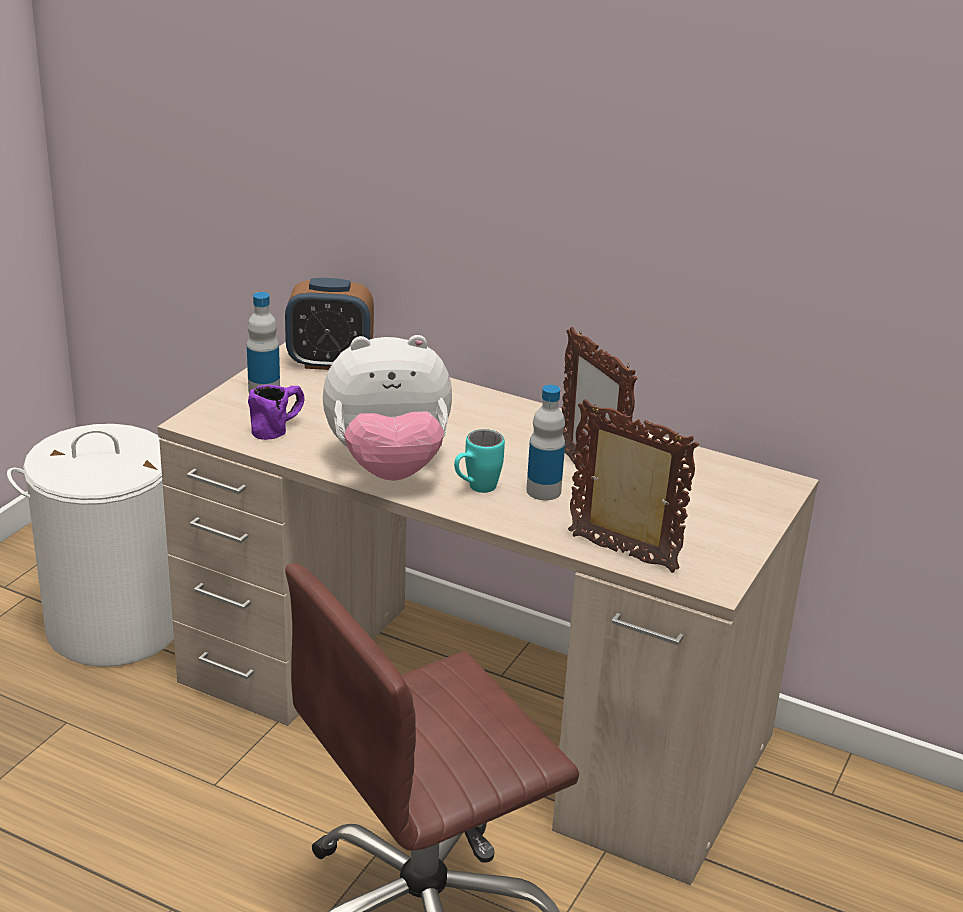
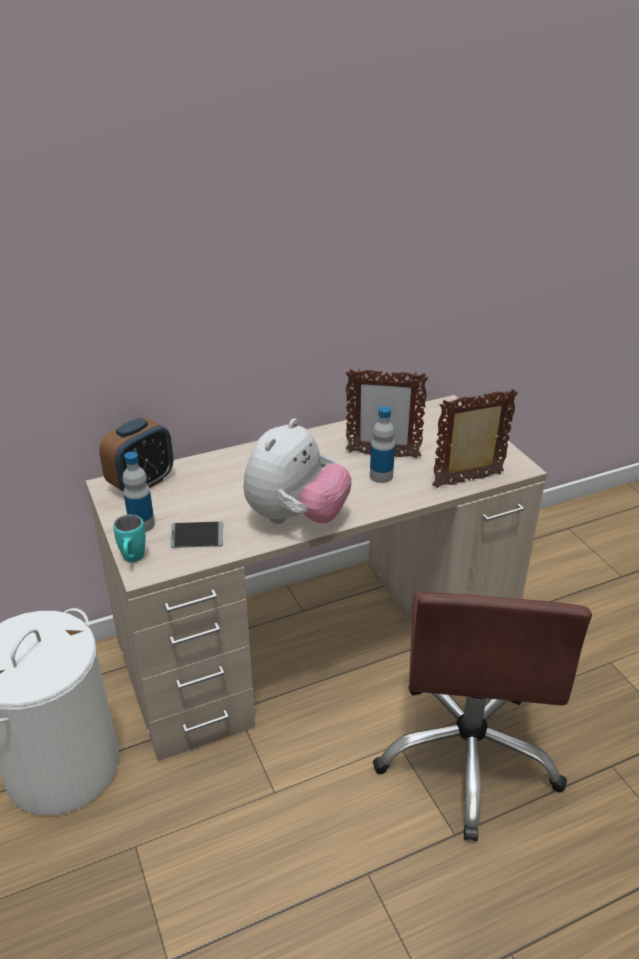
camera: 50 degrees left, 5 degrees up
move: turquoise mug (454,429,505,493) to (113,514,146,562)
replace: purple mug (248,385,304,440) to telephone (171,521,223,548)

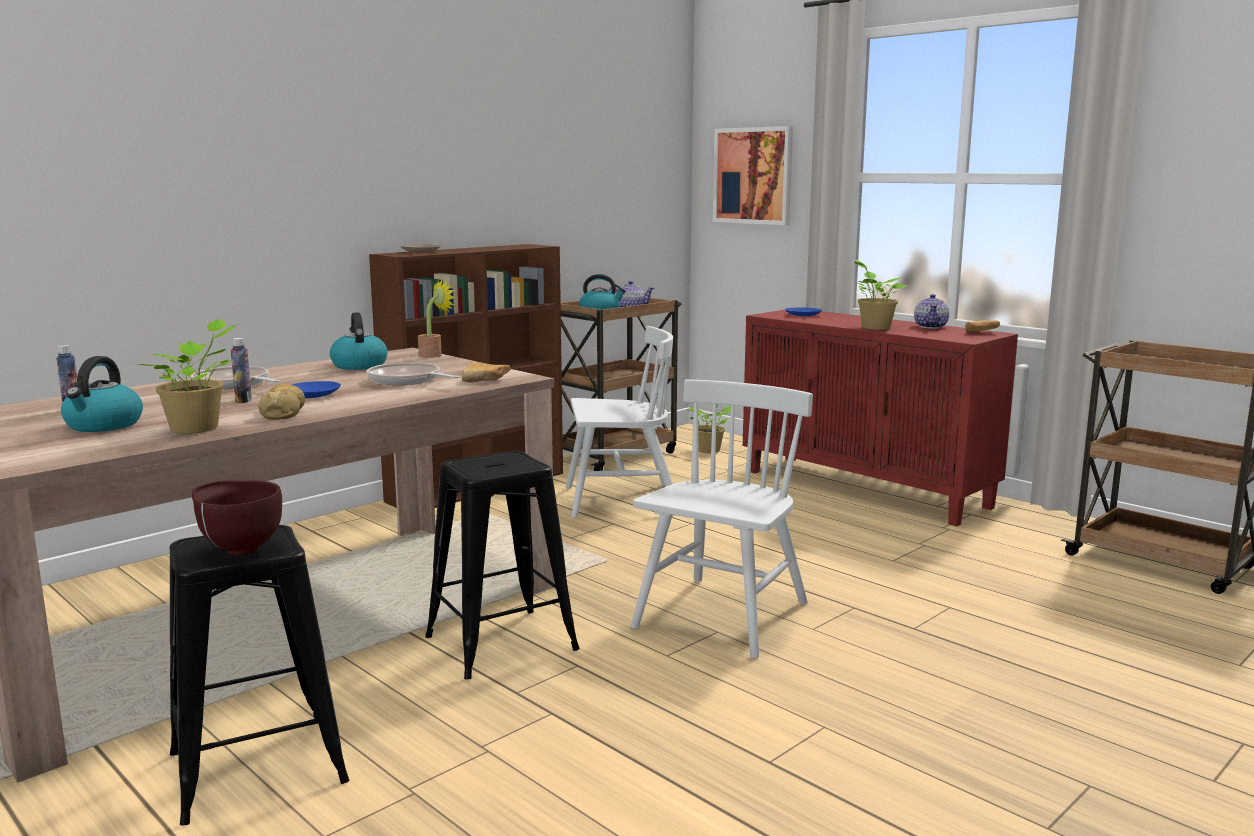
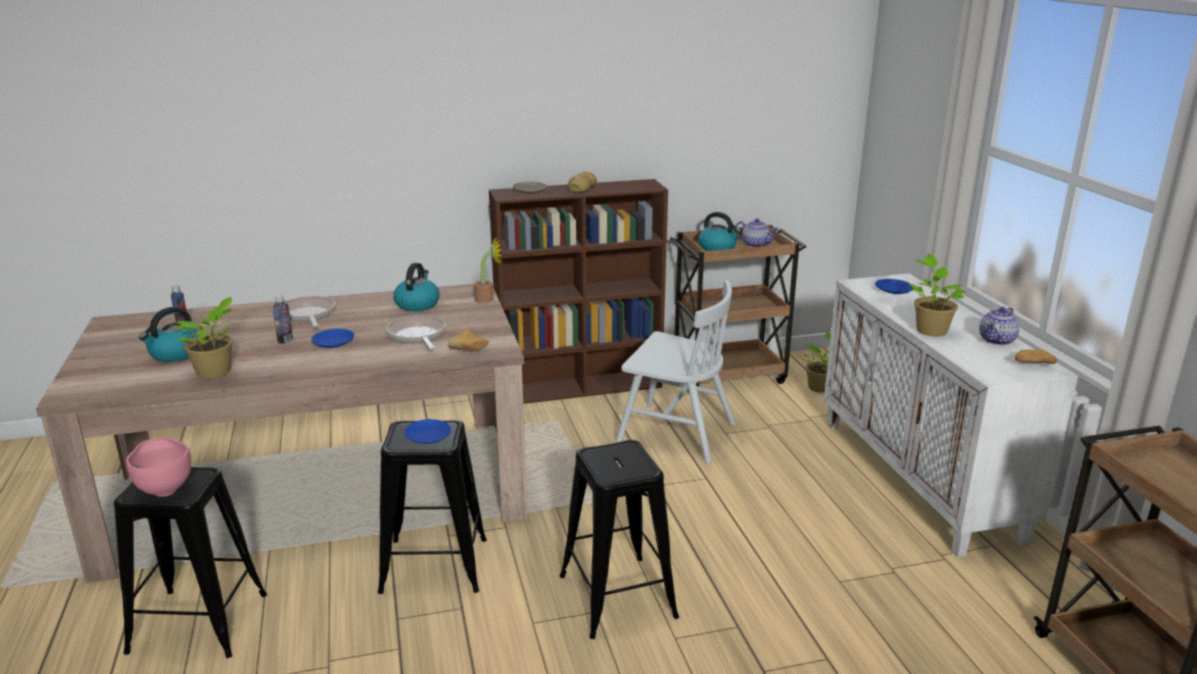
camera: 30 degrees right, 10 degrees up
delete: wall art (713,126,793,225)
insert: blue flat dish (404,419,451,444)
move: bakery bread (259,384,305,420) to (568,172,597,193)
replace: white chair (631,379,813,659) to black-coloured stool (560,440,679,639)
recolor: brownish bowl (192,480,282,556) to pinkish bowl (126,437,191,497); red storage cabinet (743,310,1018,527) to white storage cabinet (824,273,1078,558)

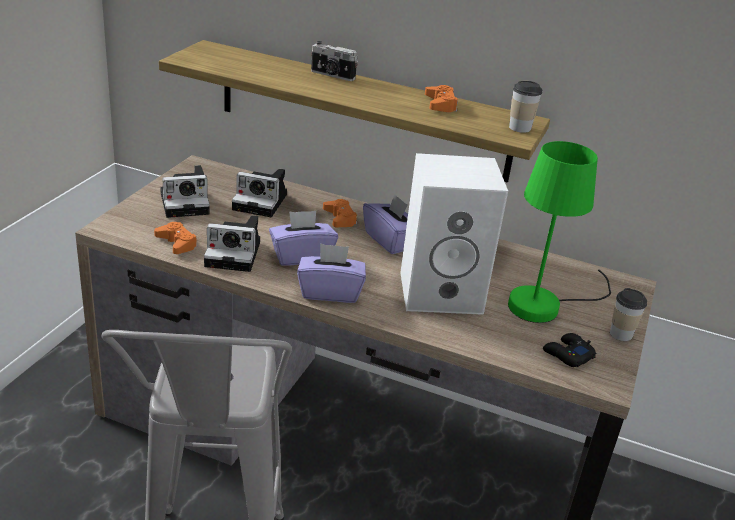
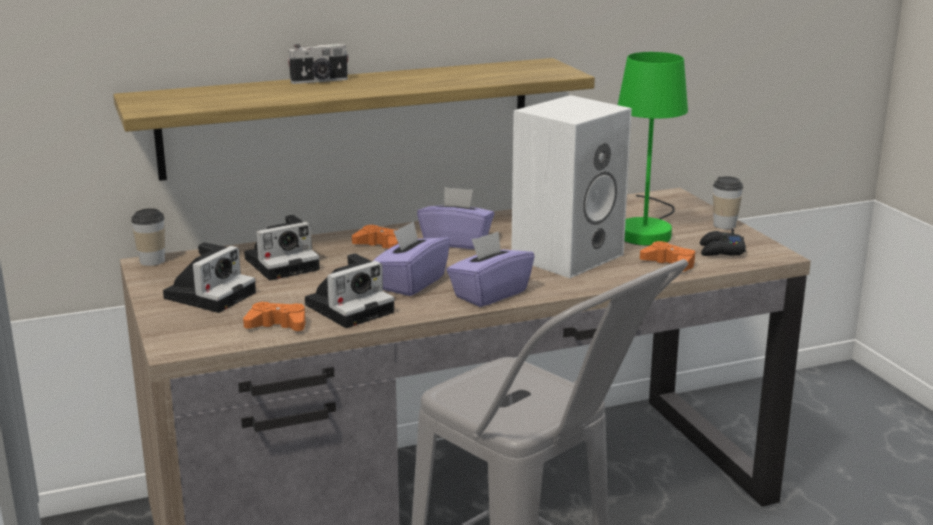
camera: 40 degrees left, 10 degrees down
move: orange-coloured gamepad (425,85,458,112) to (640,241,695,272); drinking cup (509,81,542,133) to (131,208,165,266)

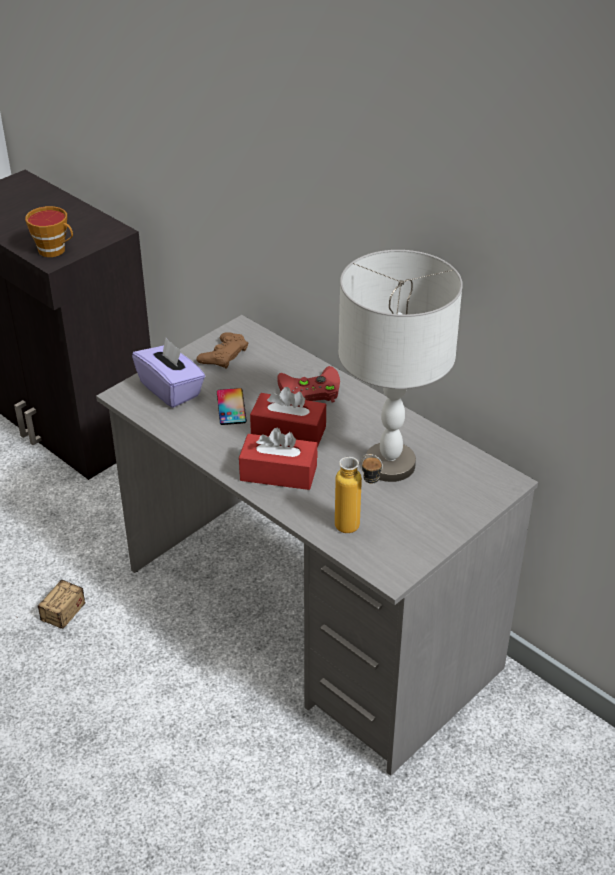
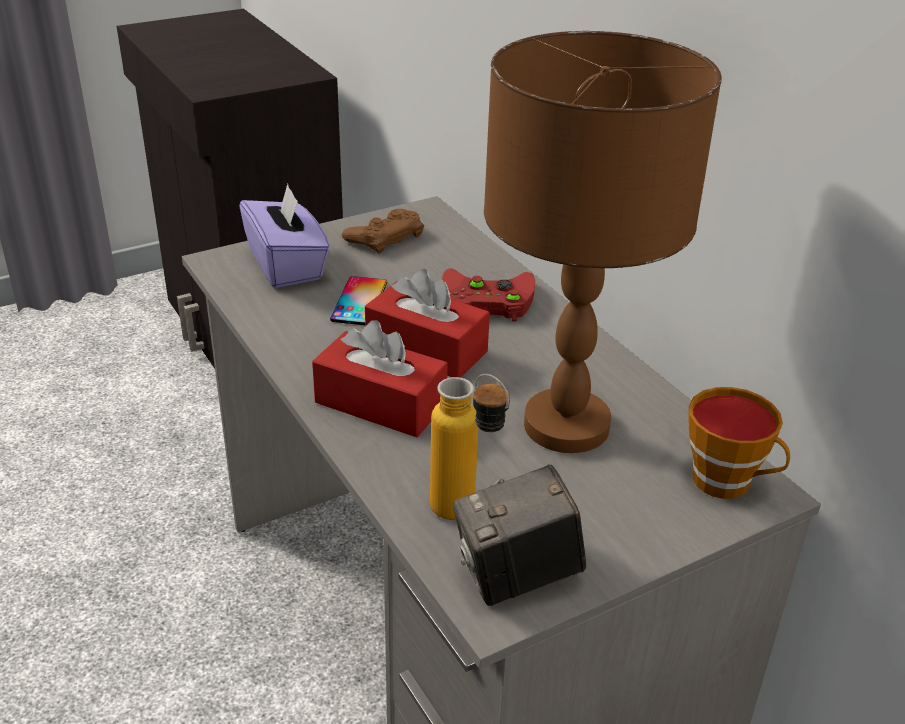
camera: 15 degrees right, 5 degrees down
delete: storage bin (16,579,85,629)
insert: still camera (453,465,586,606)
move: drinking cup (25,206,73,257) to (689,387,790,499)
recolor: greyish table lamp (338,250,463,482) to brownish table lamp (484,31,722,453)

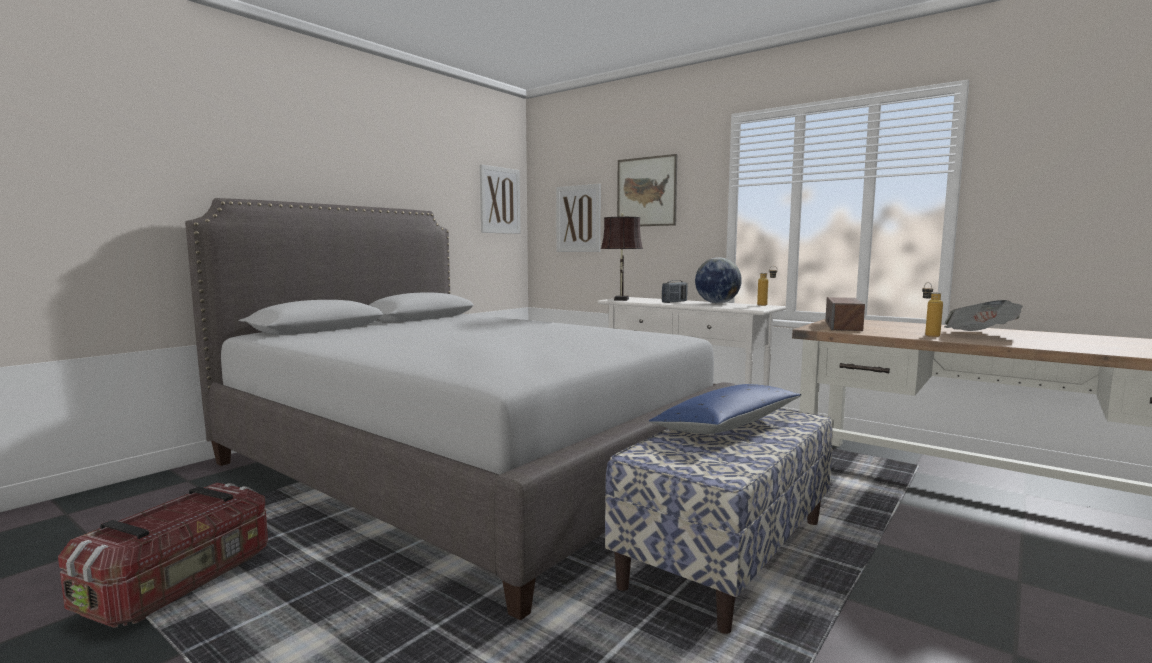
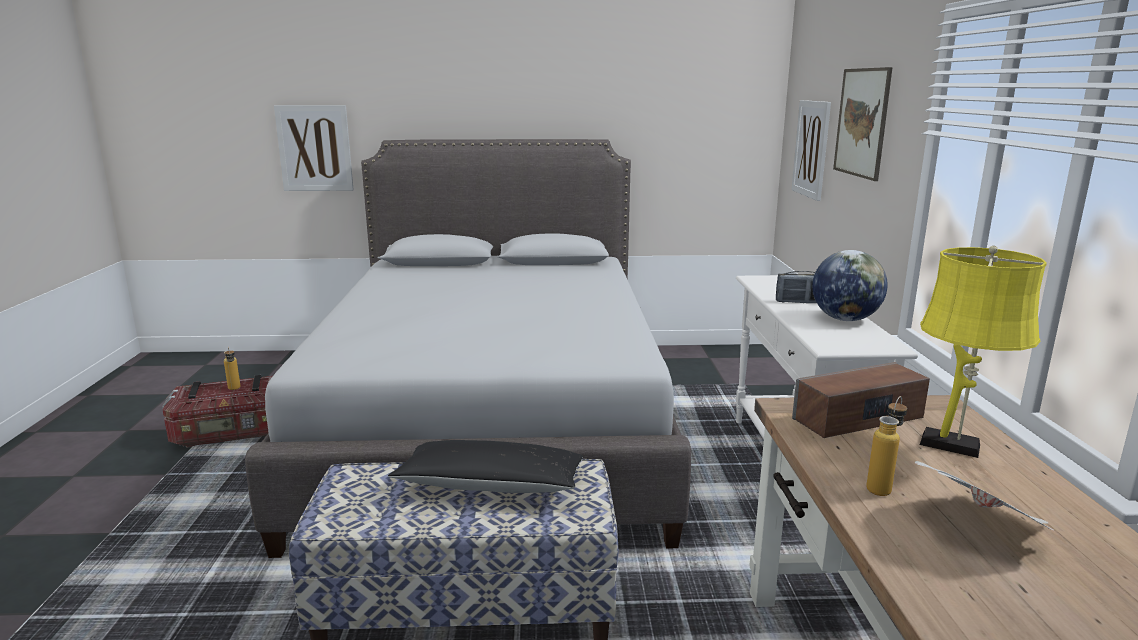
camera: 50 degrees right, 10 degrees up
delete: brownish table lamp (601,213,643,301)
insert: yellow-coloured table lamp (920,246,1047,458)
move: wall art (480,164,520,234) to (274,105,354,191); bottle (757,266,778,306) to (224,347,240,390)
recolor: blue cushion (649,384,801,434) to black-coloured cushion (388,440,583,493)

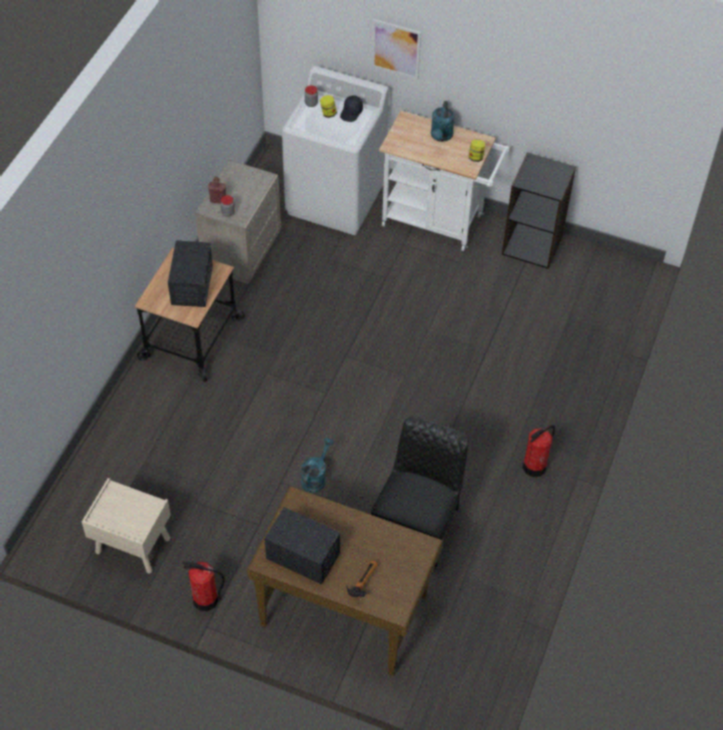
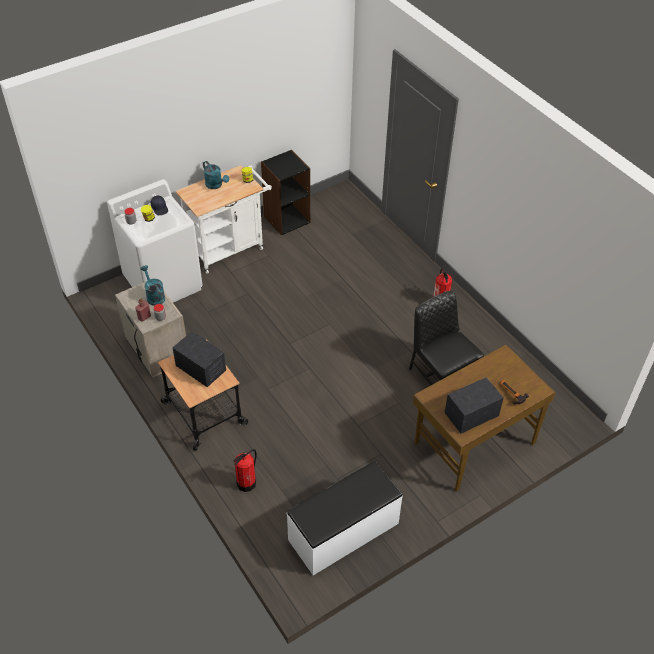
camera: 55 degrees left, 5 degrees down
delete: wall art (372,19,421,80)
move: fire extinguisher (182,561,225,611) to (234,449,257,492); turquoise watering can (301,438,334,493) to (141,265,165,306)
replace: beige-coloured nightstand (82,478,171,574) to white indoor bench (287,461,403,575)

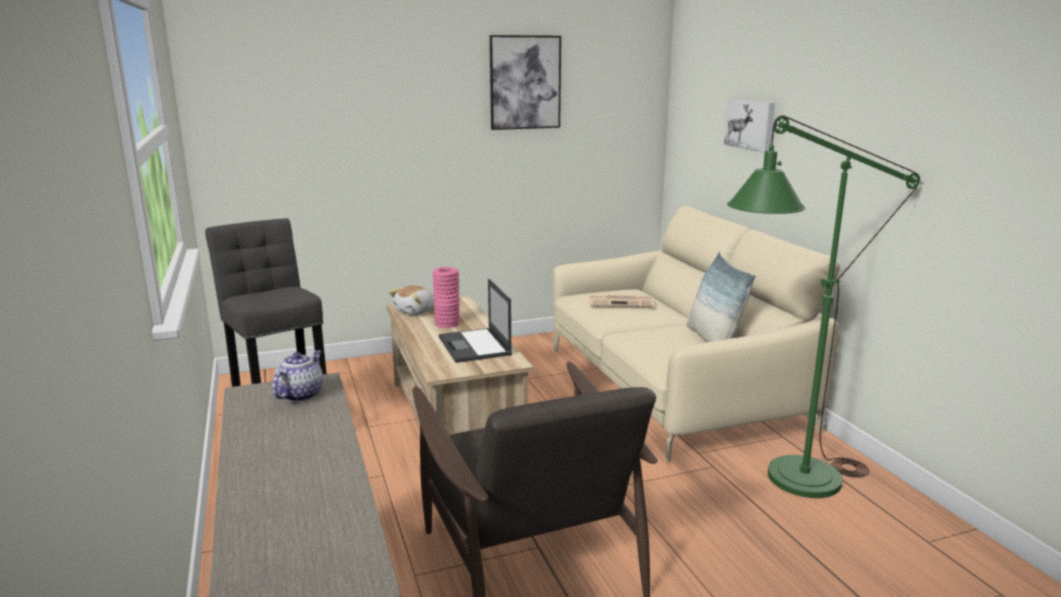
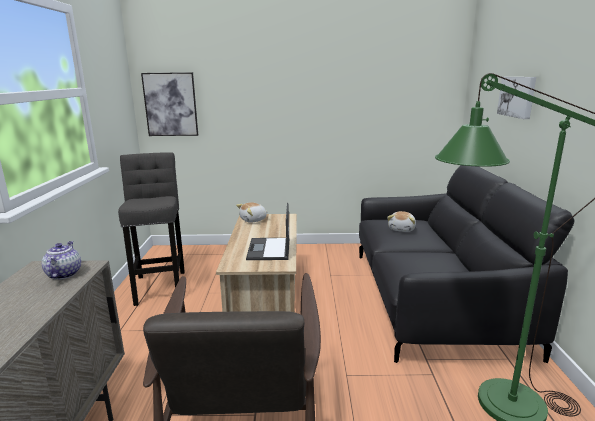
camera: 20 degrees right, 0 degrees up
delete: pinkish flower vase (433,267,460,328); cushion (687,252,756,342)
move: wall art (490,35,561,130) to (141,72,198,136)
replace: newspaper (589,295,654,307) to plush toy (387,211,416,232)
recolor: beige-coloured sofa (553,206,840,462) to black-coloured sofa (359,165,575,363)
rotate: pot for tea (272,350,323,402) = (42,241,81,279) 45 degrees counterclockwise

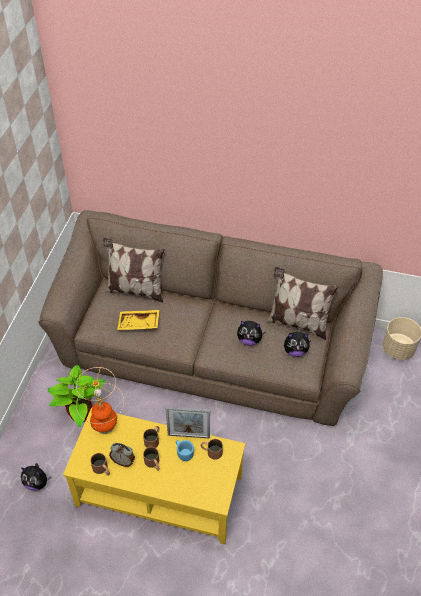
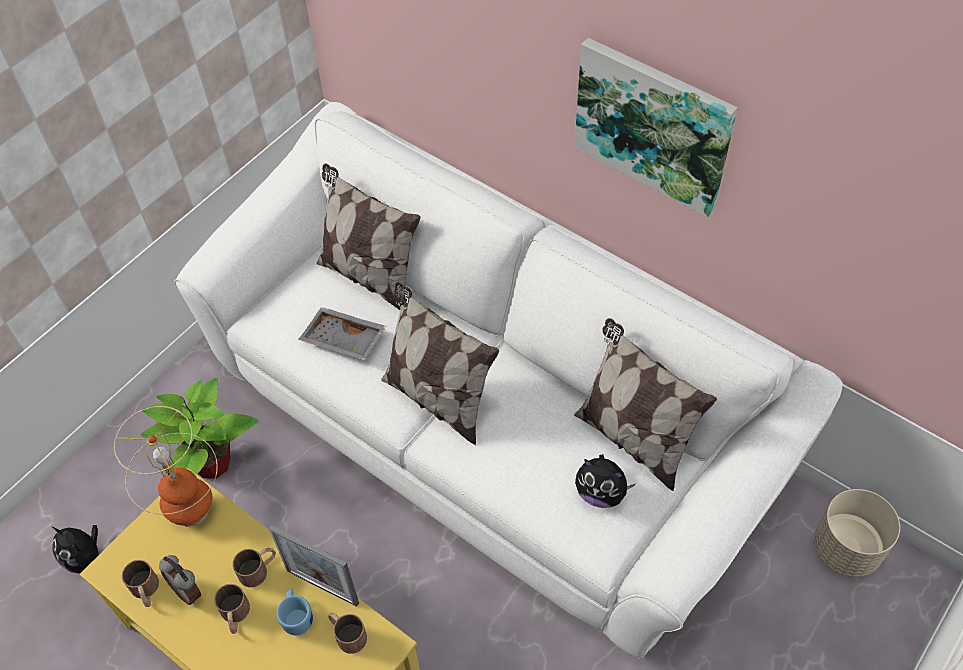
camera: 25 degrees right, 5 degrees up
delete: plush toy (237,321,265,346)
insert: cushion (381,282,499,445); wall art (574,38,738,217)
recolor: brownish sofa (38,210,383,426) to white sofa (174,102,843,659); yellow-coloured serving tray (117,310,159,330) to greyish serving tray (298,307,386,361)

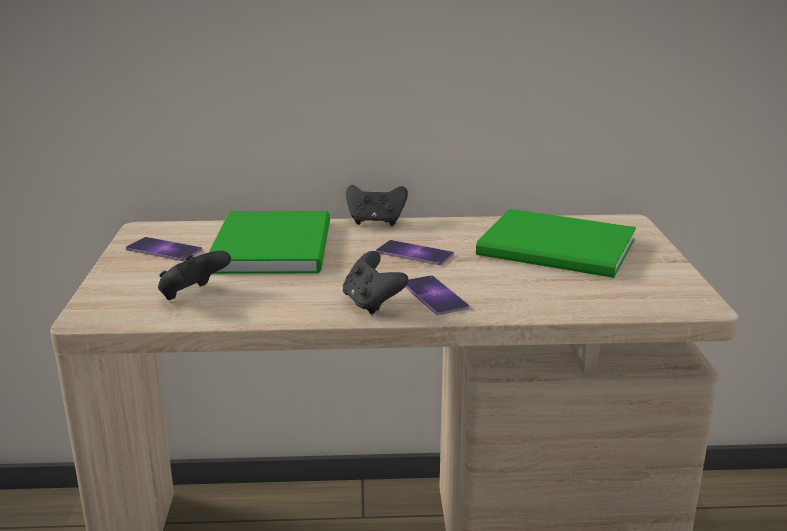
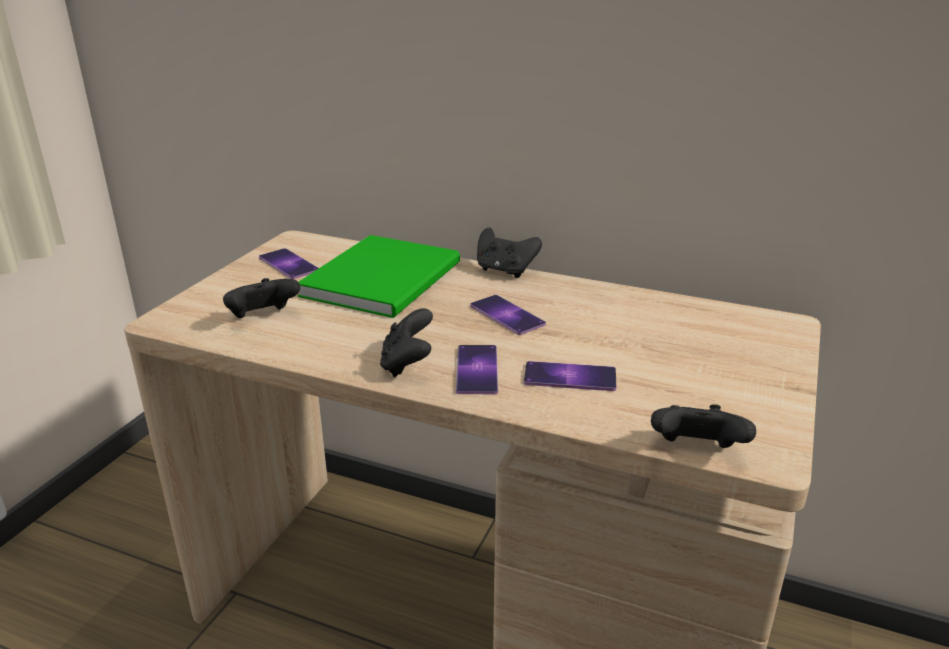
camera: 25 degrees right, 5 degrees up
delete: greenish volume (476,209,636,278)
insert: telephone (524,361,616,391); black-coloured gamepad (651,404,756,448)

